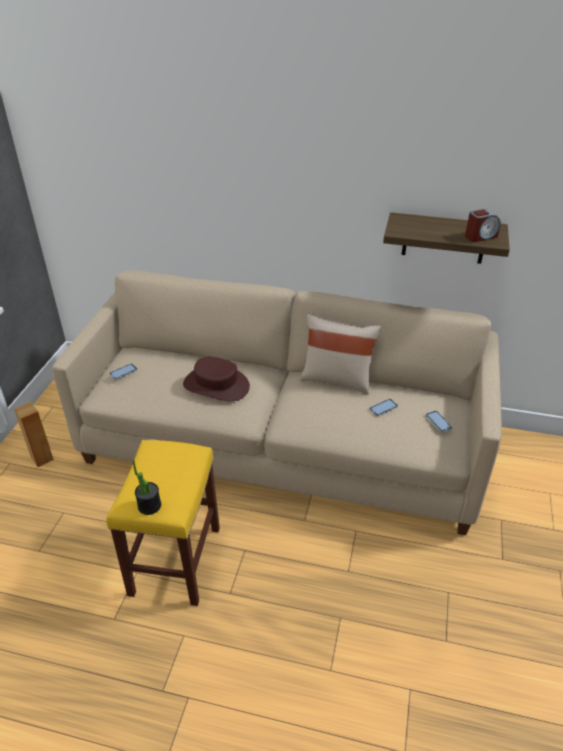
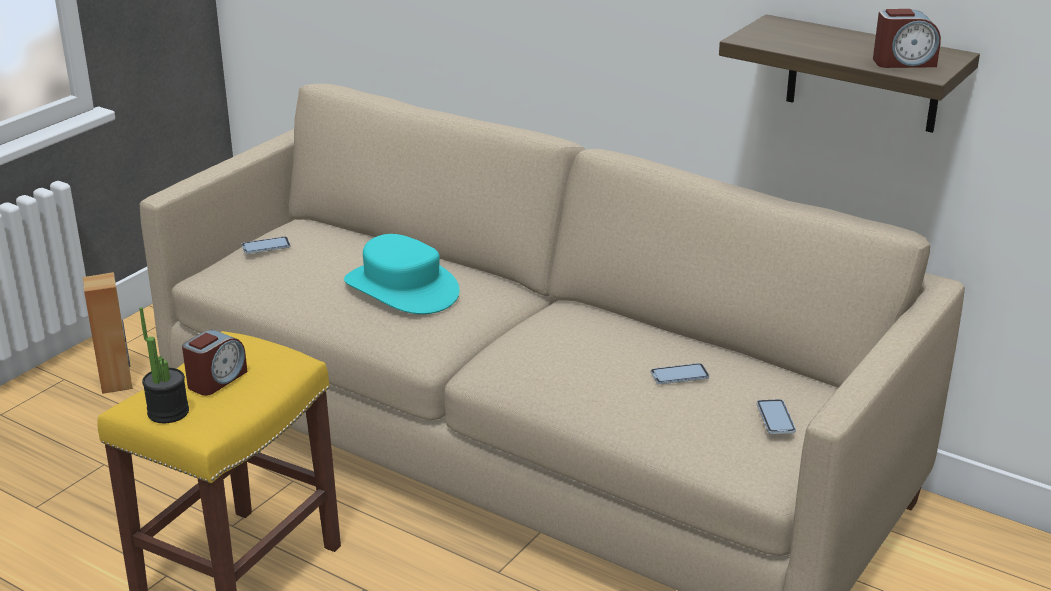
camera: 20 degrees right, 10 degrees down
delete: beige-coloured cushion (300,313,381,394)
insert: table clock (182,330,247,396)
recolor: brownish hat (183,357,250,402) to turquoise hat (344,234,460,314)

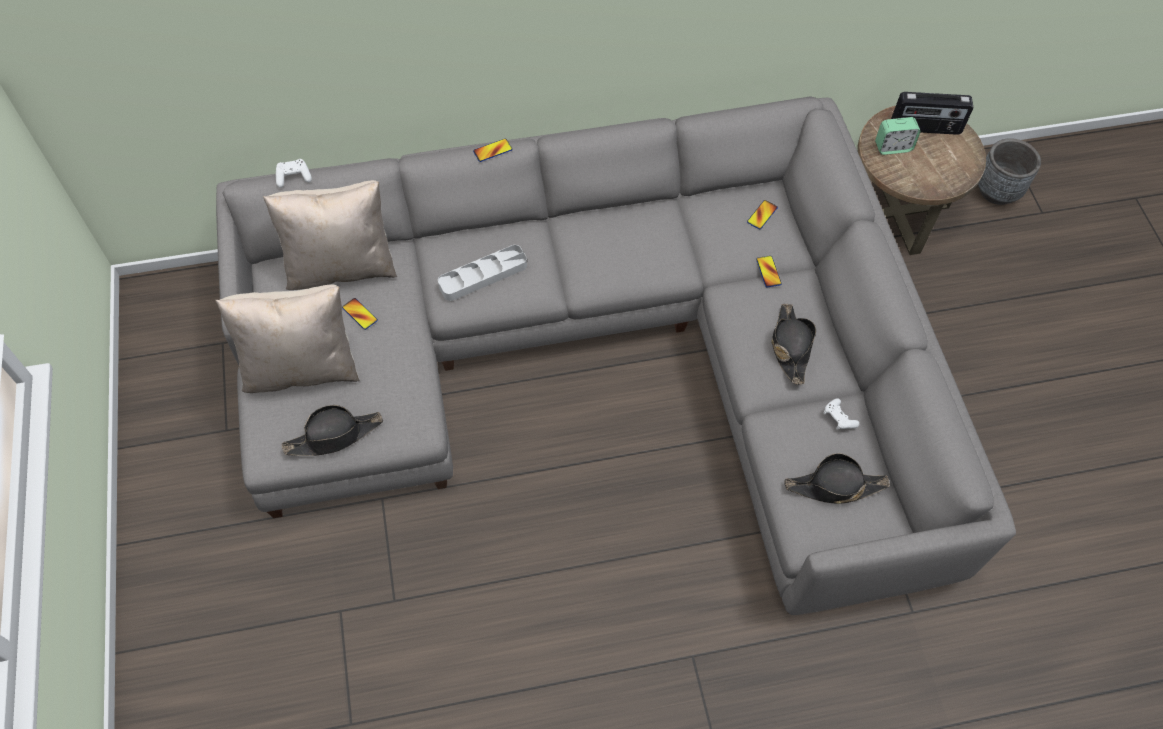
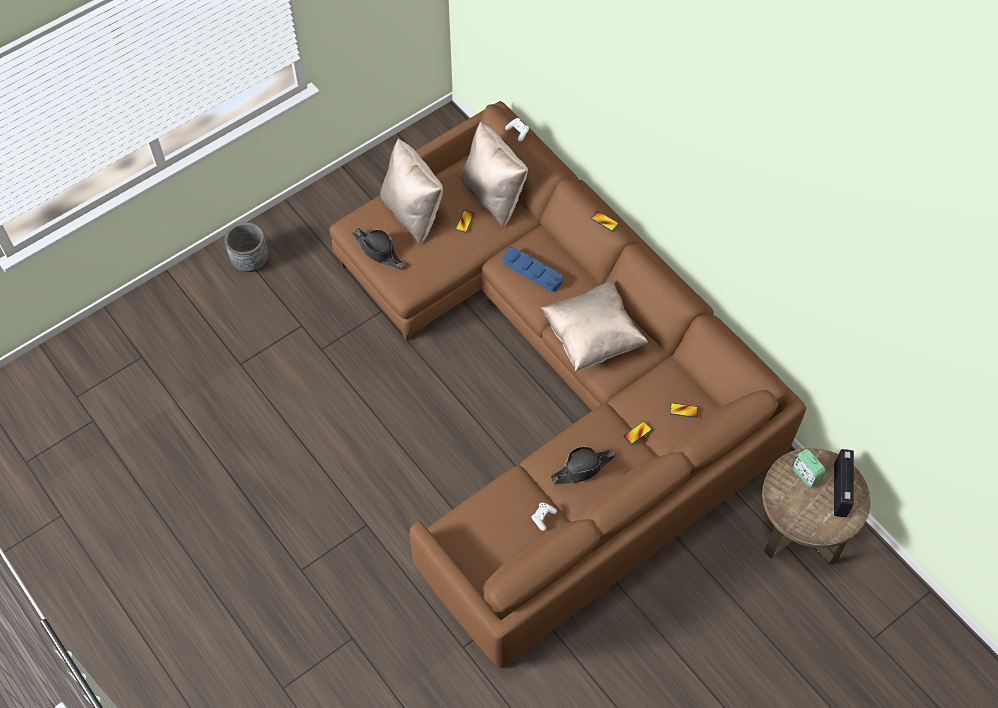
camera: 65 degrees right, 0 degrees up
delete: black-coloured hat (784,453,890,504)
insert: beige-coloured cushion (540,280,648,372)
move: greyish plant pot (978,138,1041,205) to (225,222,268,272)
recolor: greyish sofa (216,96,1016,615) to brownish sofa (330,101,806,669); greyish serving tray (438,245,527,301) to blue serving tray (503,247,563,292)
rotate: radio (891,92,973,135) = (834,449,854,517) 150 degrees counterclockwise

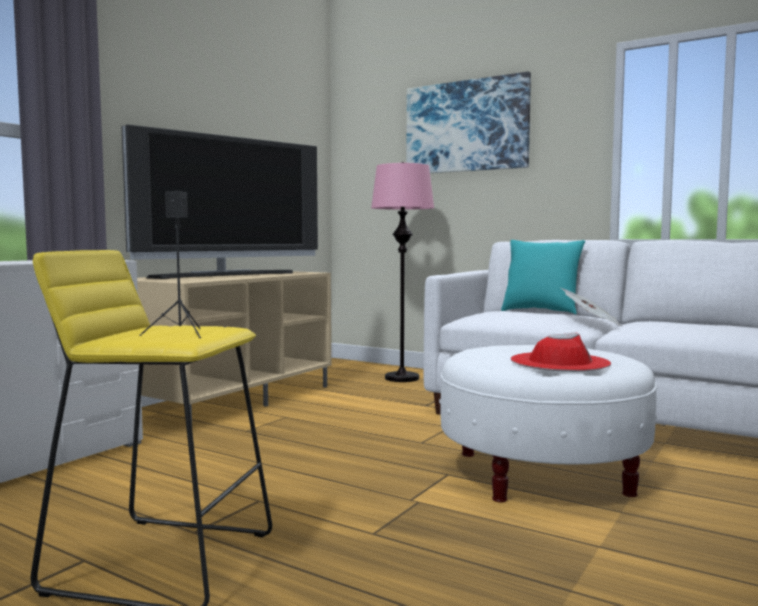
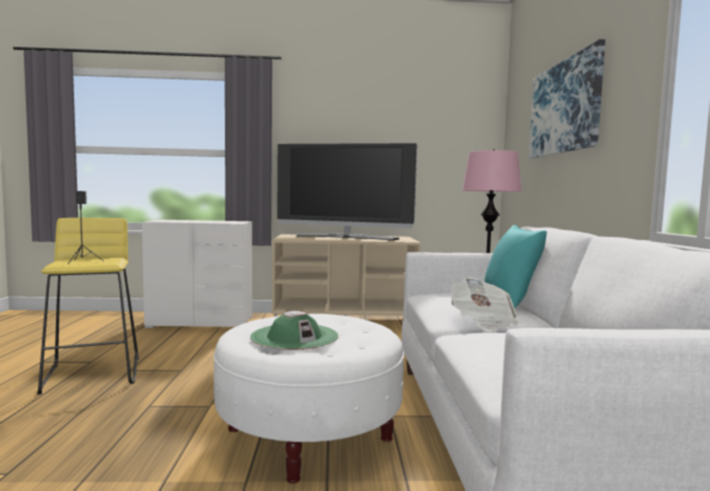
camera: 55 degrees right, 0 degrees up
recolor: red hat (511,332,611,372) to greenish hat (250,311,338,350)

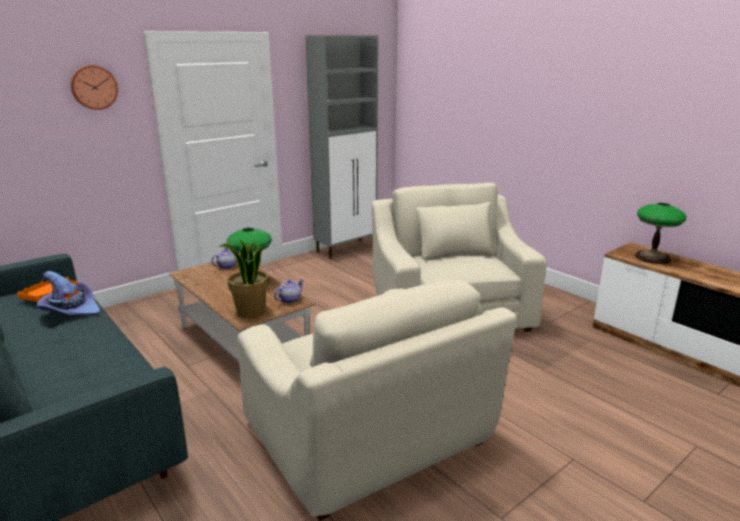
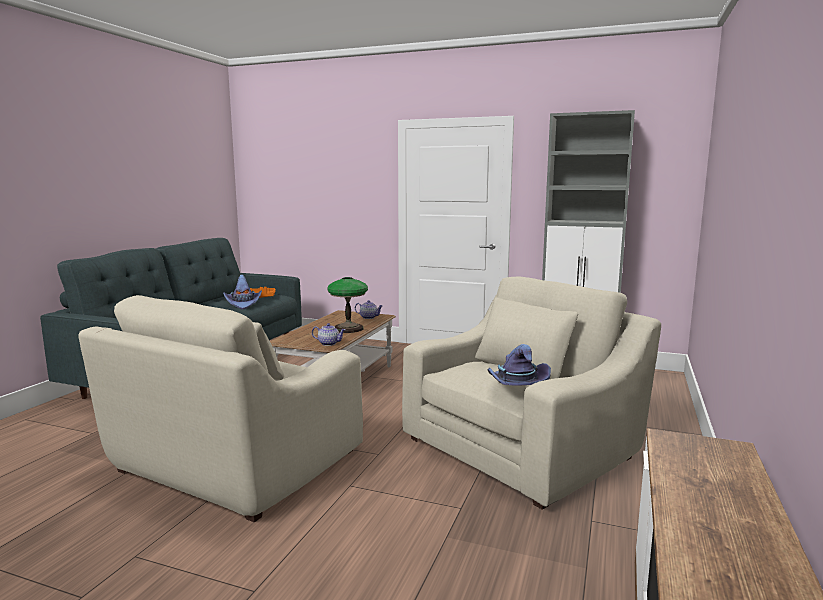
camera: 60 degrees right, 10 degrees down
delete: hanging clock (71,65,118,110); houseplant (219,239,268,318); table lamp (635,203,686,264)
insert: purple hat (488,344,551,386)

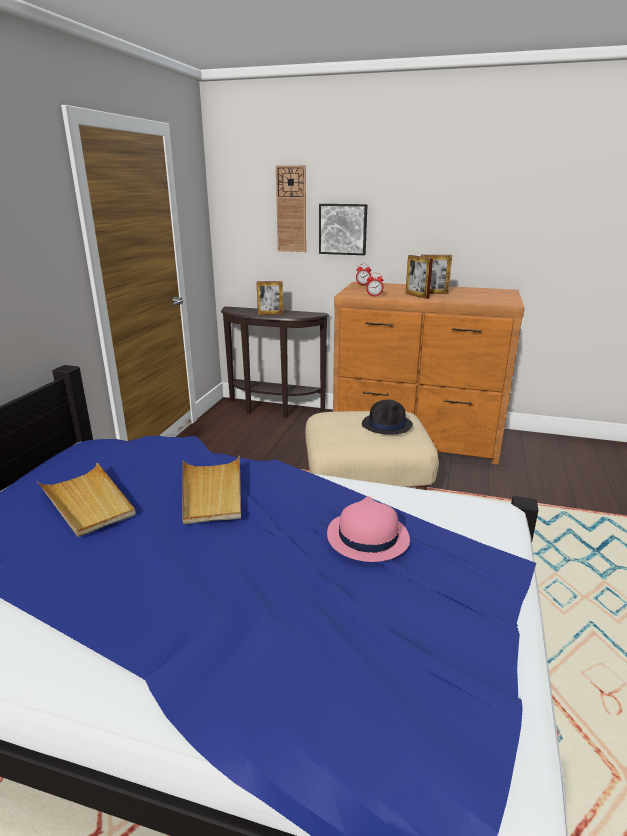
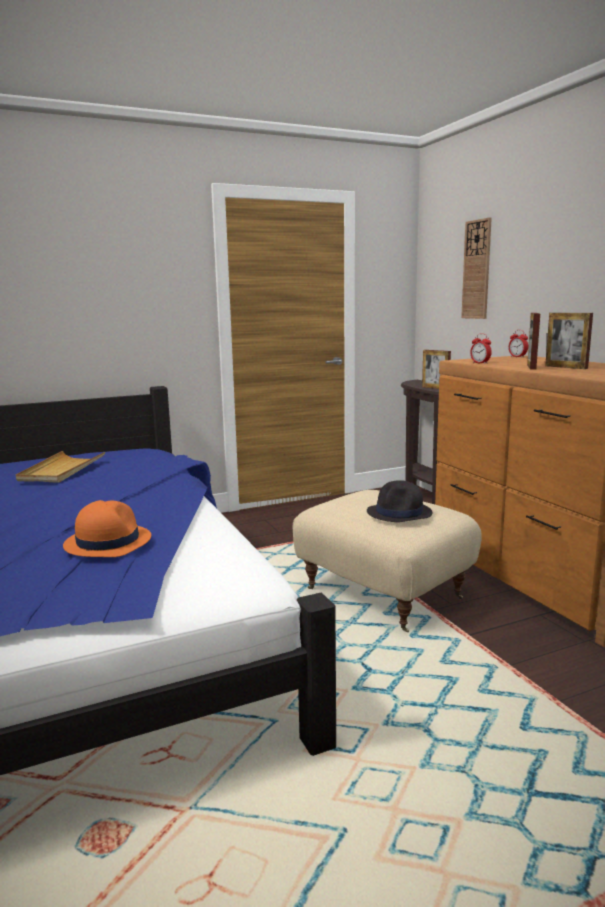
camera: 50 degrees right, 10 degrees down
delete: beige-coloured serving tray (182,455,241,524); wall art (319,204,368,255)
recolor: pinkish hat (327,496,410,562) to orange-coloured hat (63,500,151,557)

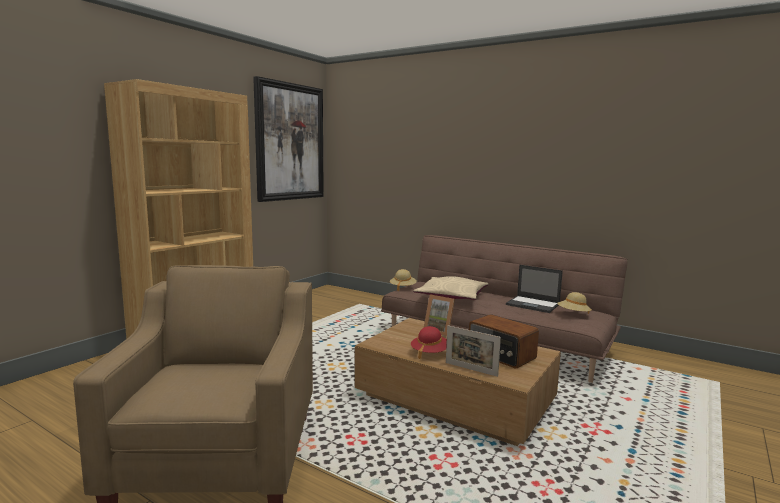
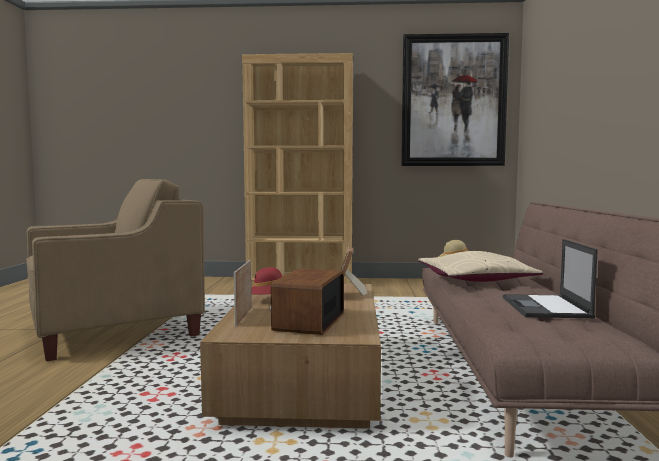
camera: 60 degrees right, 5 degrees down
delete: beige-coloured hat (557,292,592,314)

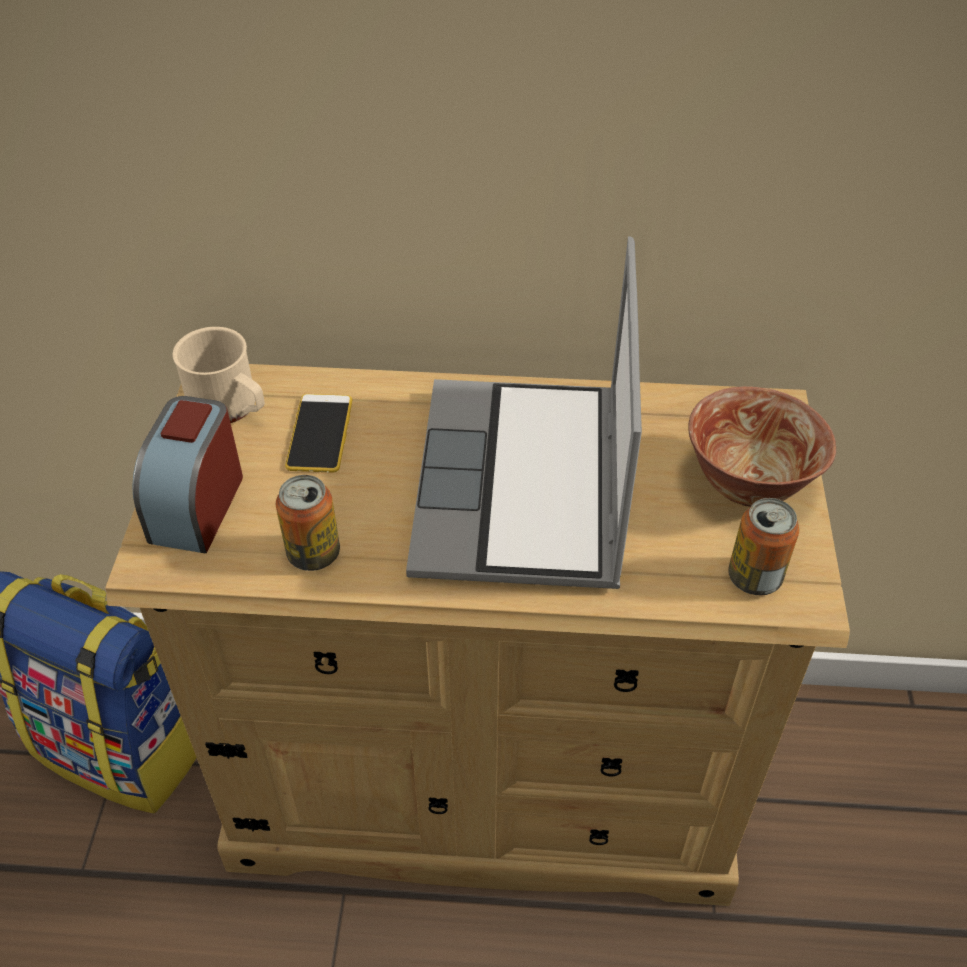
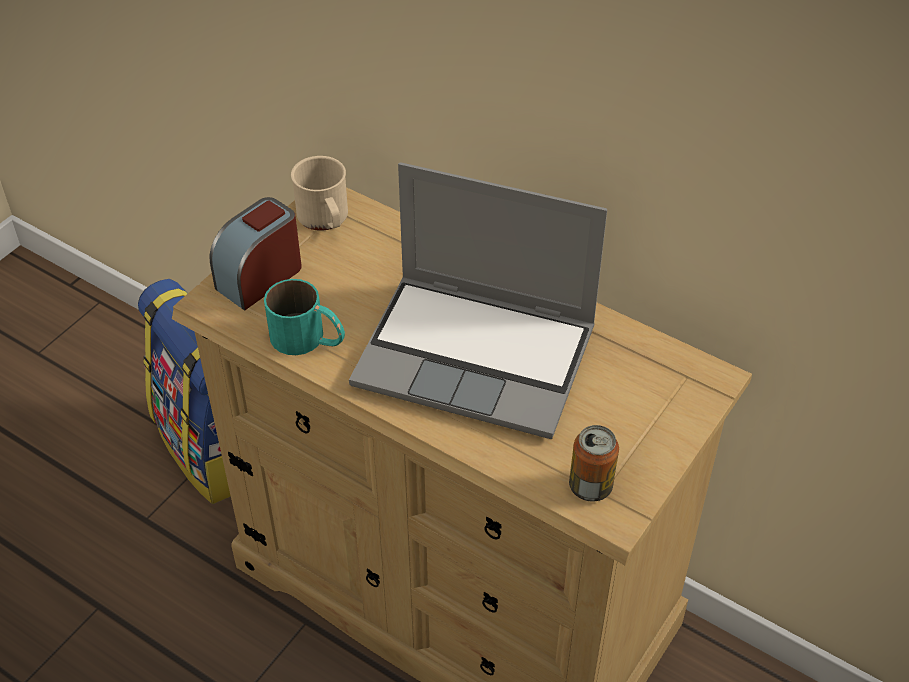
camera: 30 degrees right, 0 degrees up
delete: telephone (285,394,352,473); bowl (688,386,836,507)
replace: metal can (276,475,340,571) to turquoise mug (264,279,345,355)
rotate: notebook computer (406,236,642,589) = (349,162,607,439) 105 degrees counterclockwise

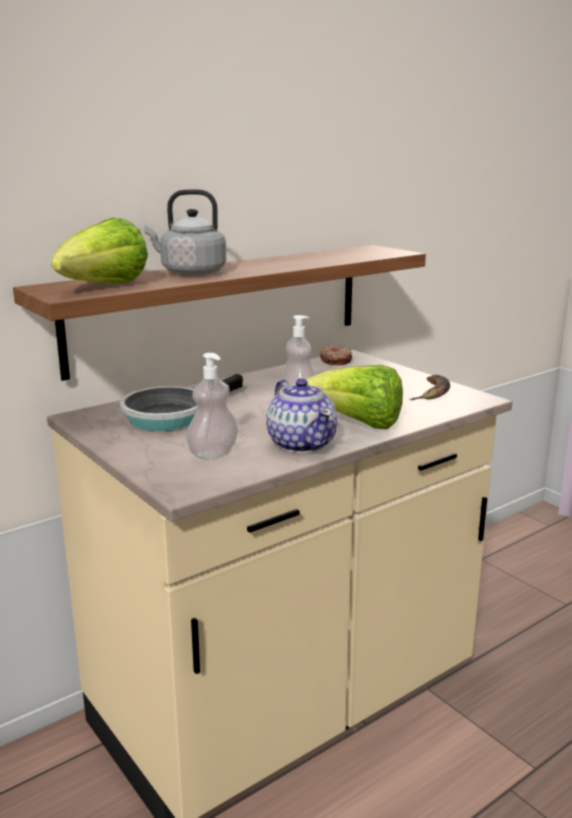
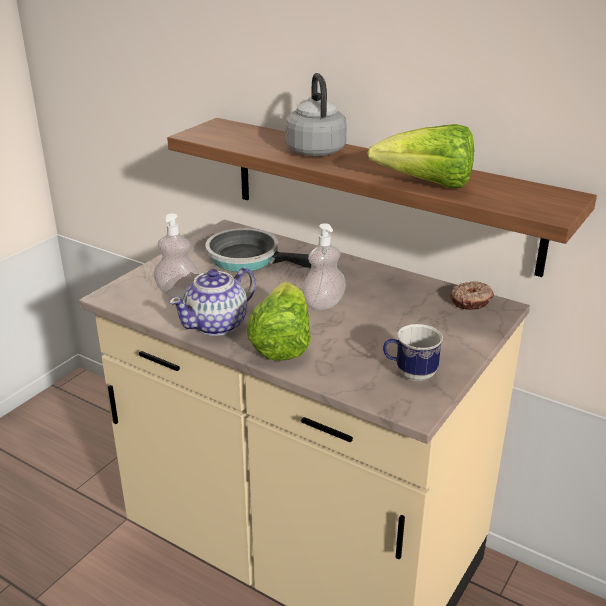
camera: 70 degrees right, 10 degrees up
move: lettuce (51,217,148,284) to (367,124,474,188)
replace: whole banana (410,375,450,400) to mug (383,324,443,381)

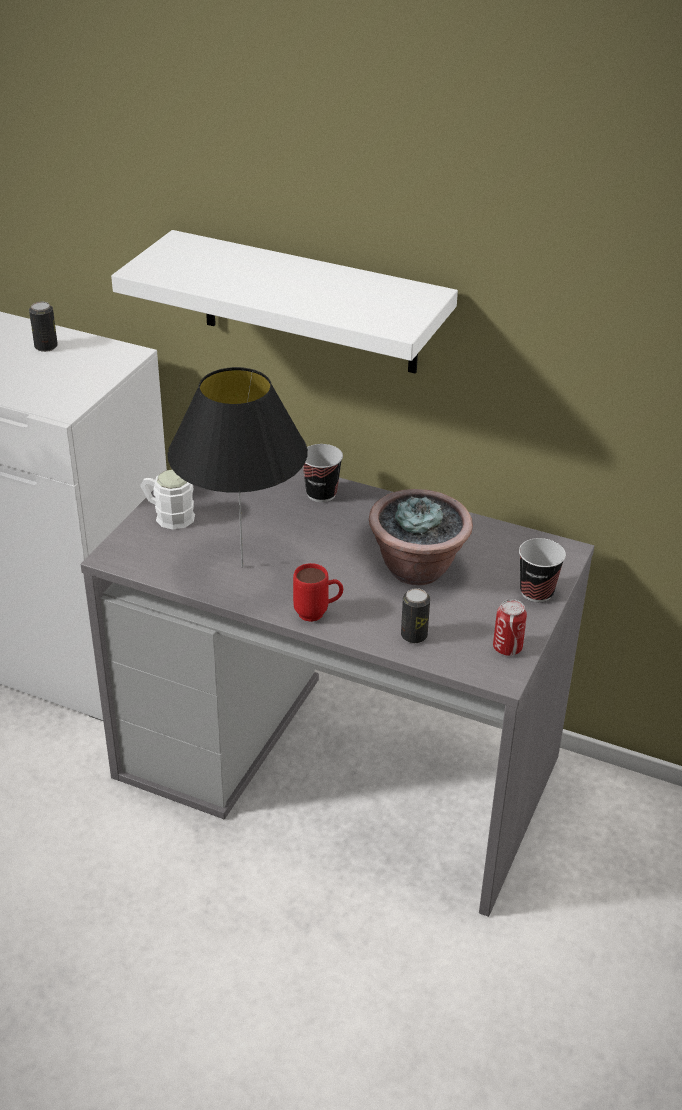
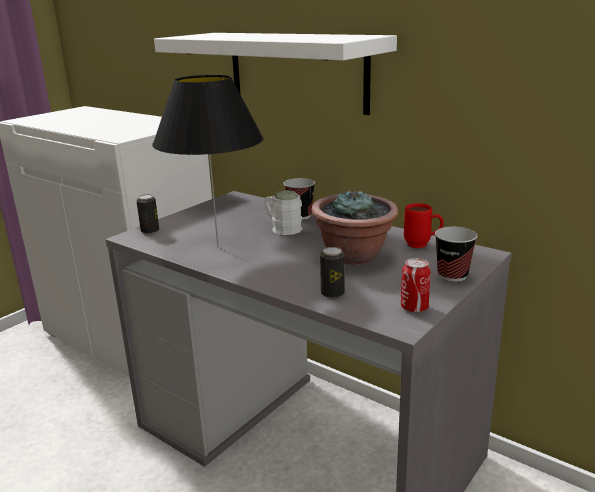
camera: 15 degrees right, 15 degrees down
move: metal can (29,302,58,352) to (136,194,159,234); white mug (140,470,195,529) to (263,190,303,235); red mug (293,563,343,622) to (404,203,444,248)

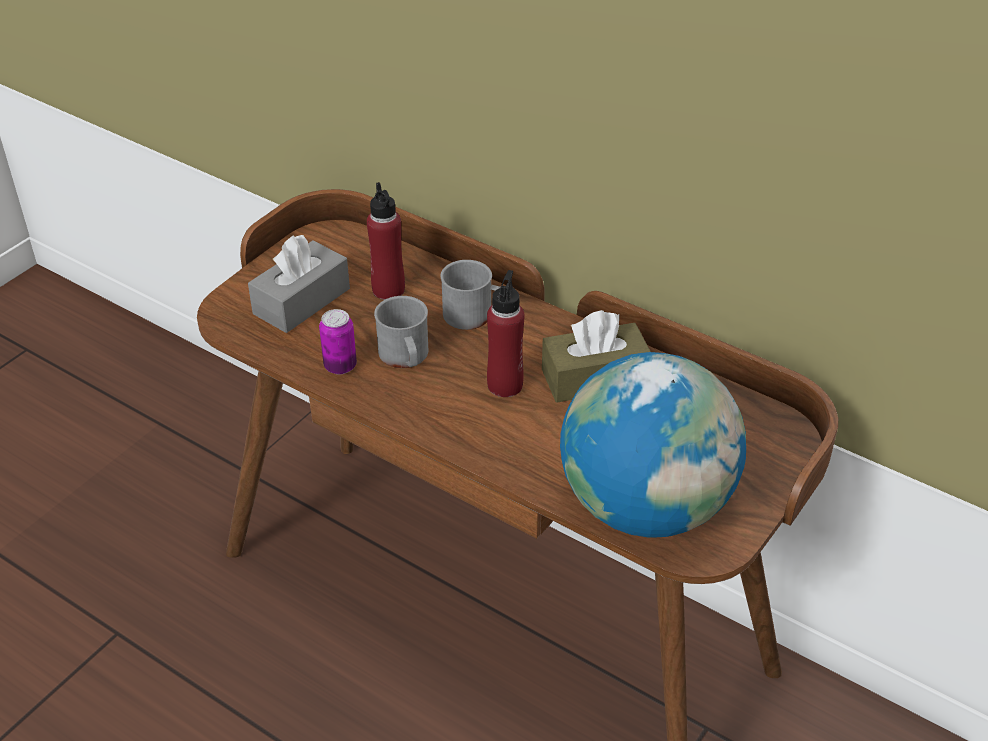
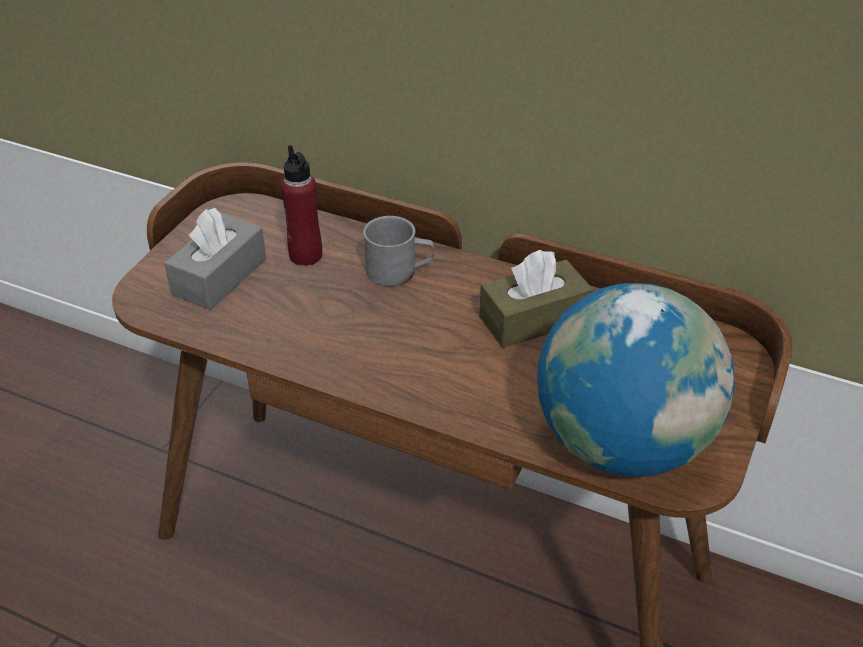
camera: 10 degrees left, 0 degrees up
delete: metal can (319,309,357,374); greyish mug (374,296,429,368); red bottle (487,270,525,397)

